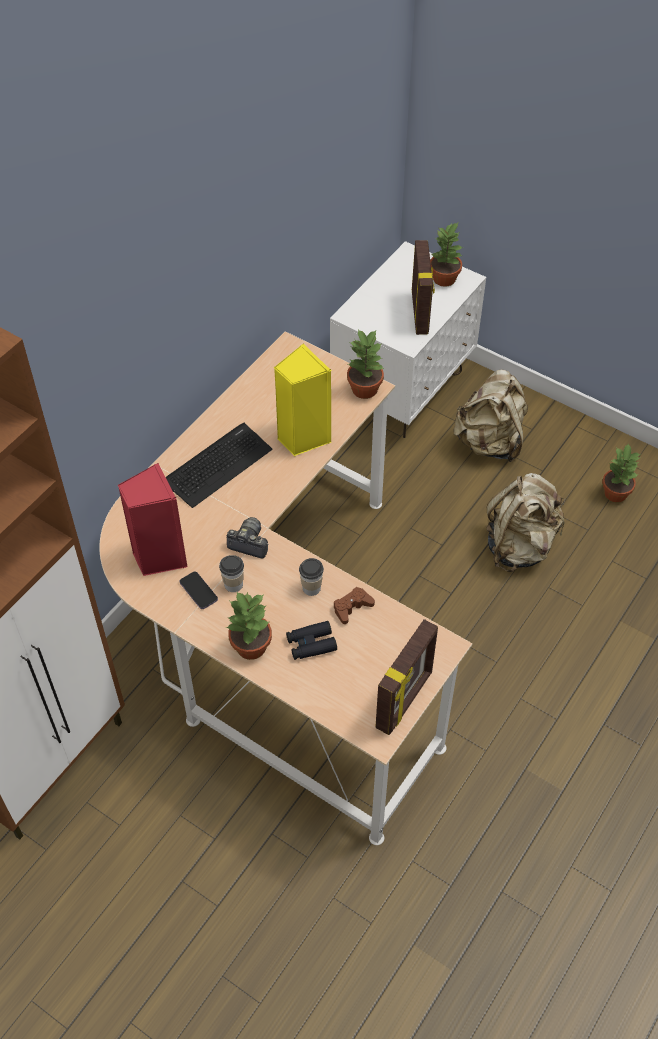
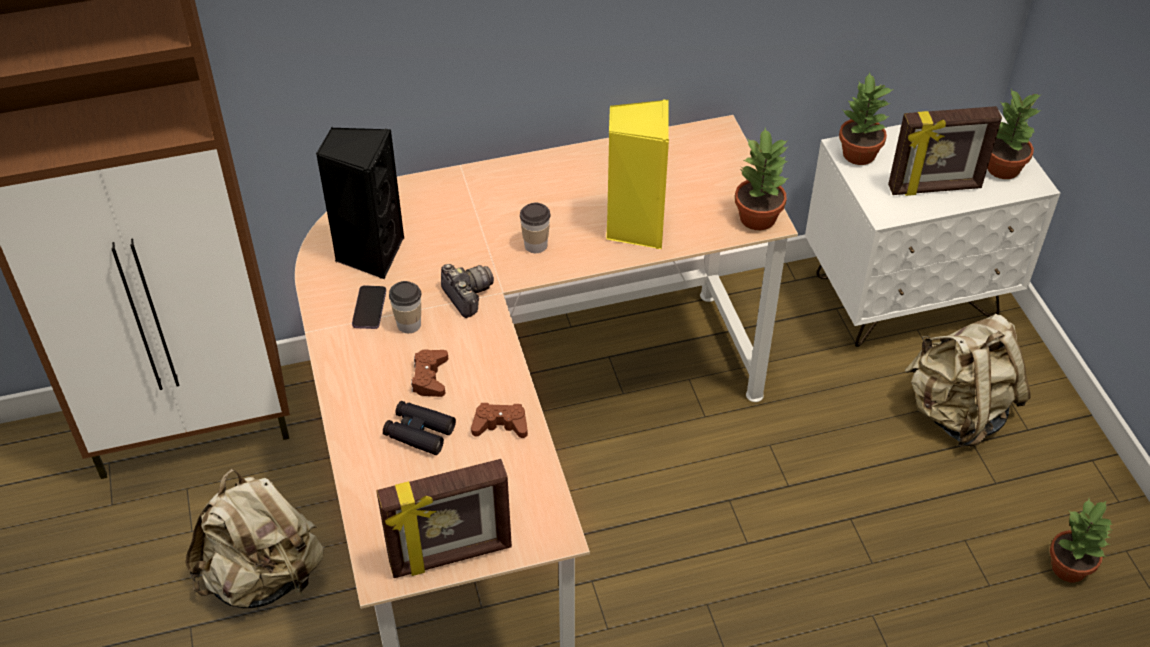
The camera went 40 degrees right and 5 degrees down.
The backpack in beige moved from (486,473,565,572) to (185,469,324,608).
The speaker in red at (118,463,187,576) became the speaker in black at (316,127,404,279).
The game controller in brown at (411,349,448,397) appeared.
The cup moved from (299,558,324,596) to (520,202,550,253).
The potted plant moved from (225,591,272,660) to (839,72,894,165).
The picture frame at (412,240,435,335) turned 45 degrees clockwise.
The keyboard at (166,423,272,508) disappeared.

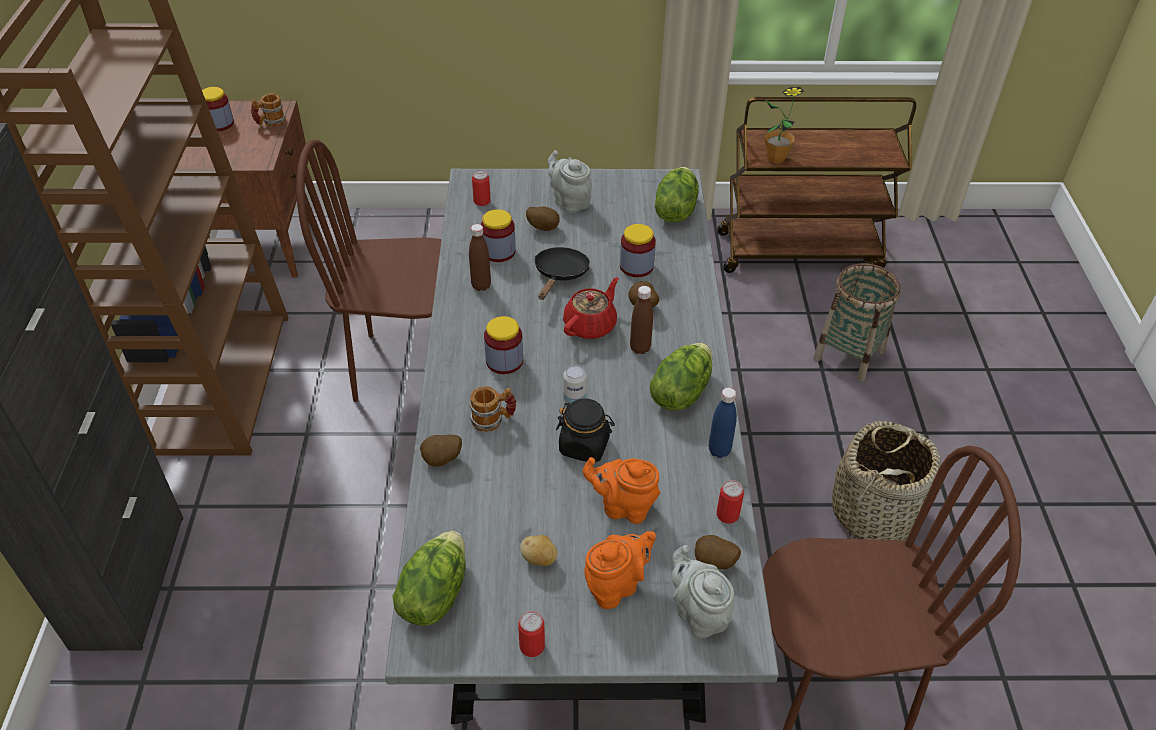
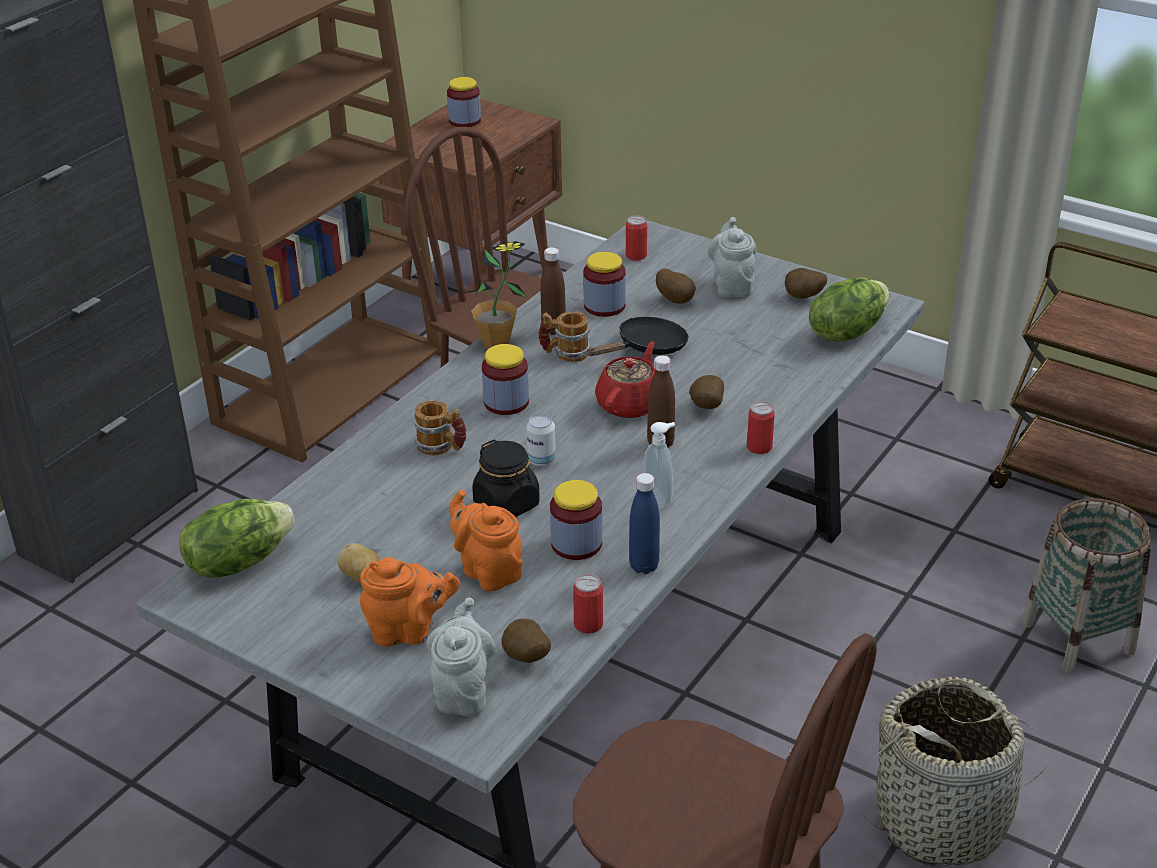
The camera went 35 degrees right and 10 degrees down.
The potted plant moved from (764,87,804,163) to (461,241,526,349).
The mug moved from (251,93,286,127) to (538,311,591,362).
The jar moved from (620,224,656,277) to (550,480,602,560).
The teapot in red at (563,277,619,339) turned 45 degrees counterclockwise.
The lettuce at (650,343,712,411) was replaced by the soap dispenser at (644,422,675,508).
The can moved from (518,611,545,657) to (747,401,775,454).
The potato moved from (420,435,462,467) to (785,268,827,299).

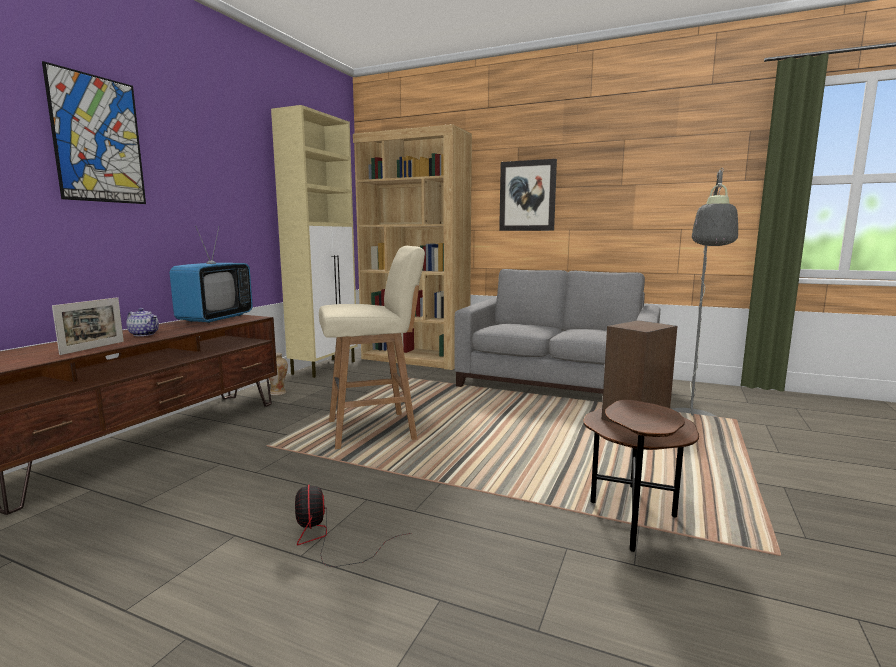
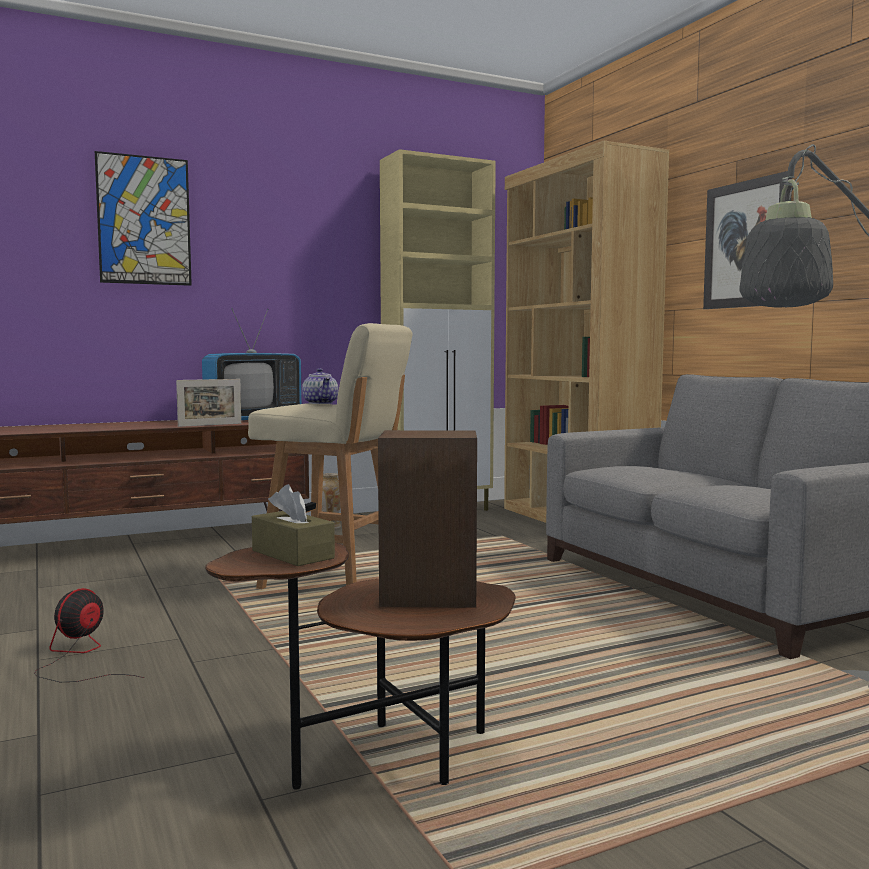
The camera went 40 degrees right and 5 degrees down.
The picture frame moved from (52,297,124,355) to (176,379,241,427).
The tissue box in brown at (252,484,335,566) appeared.
The teapot moved from (126,308,159,336) to (302,368,338,404).

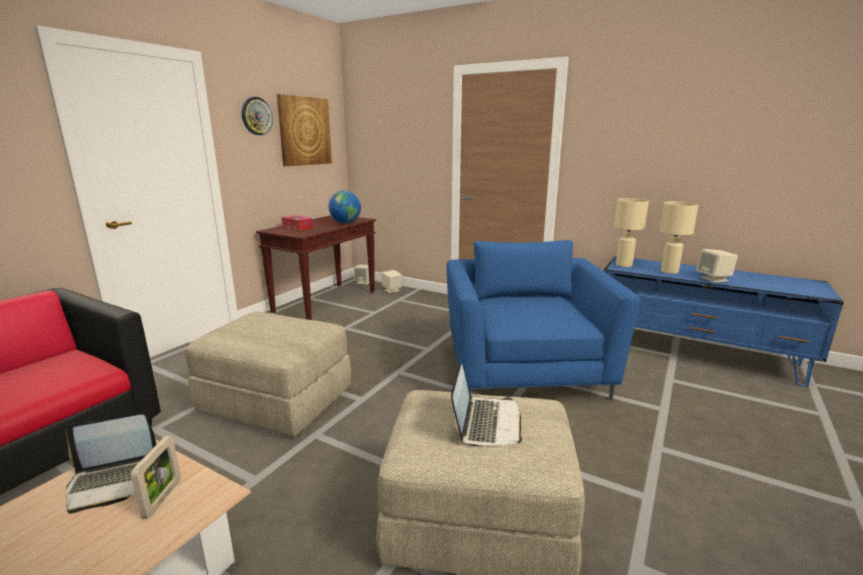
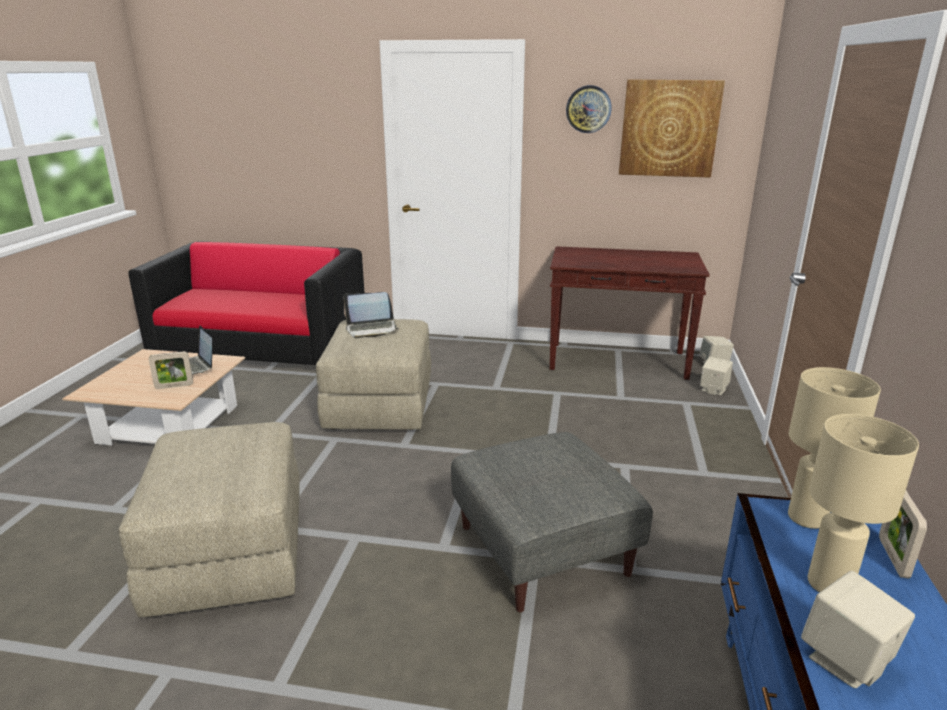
The camera went 70 degrees right and 5 degrees up.
The laptop moved from (451,364,522,447) to (344,292,399,338).
The armchair in blue at (446,240,640,401) was replaced by the ottoman in grey at (451,432,653,612).
The picture frame at (879,491,927,578) appeared.
The tissue box at (281,215,313,231) disappeared.
The globe at (329,191,361,223) disappeared.

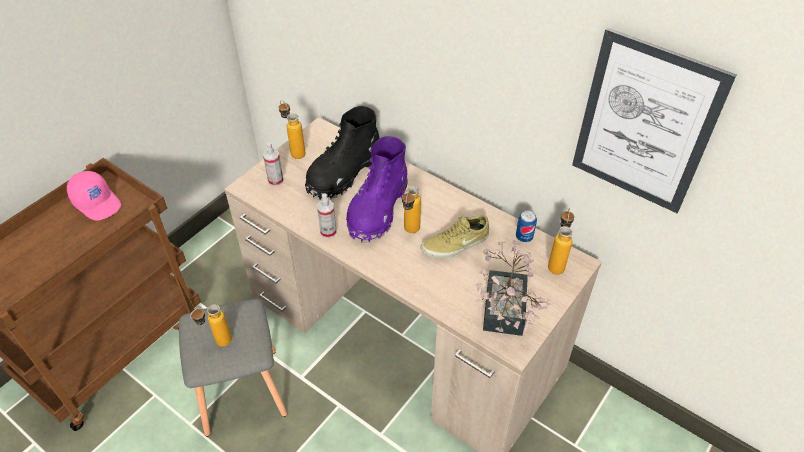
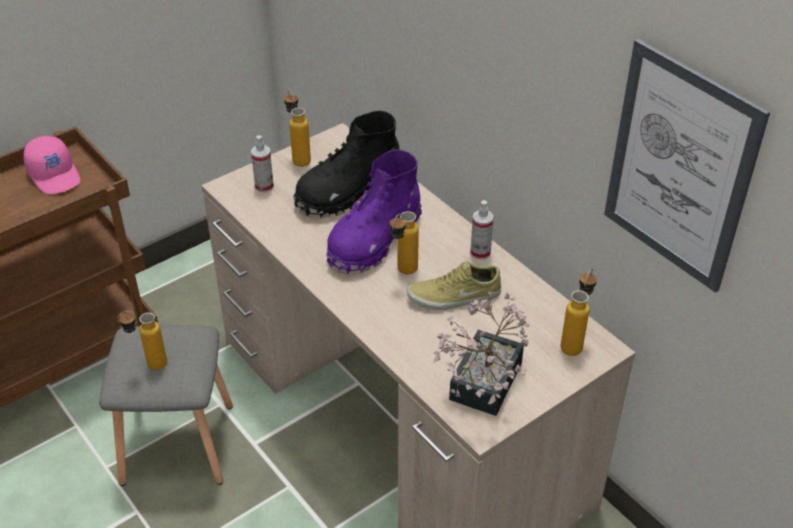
The camera went 15 degrees right and 5 degrees down.
The spray bottle moved from (317,193,336,238) to (470,200,494,260).
The can at (516,210,537,242) disappeared.

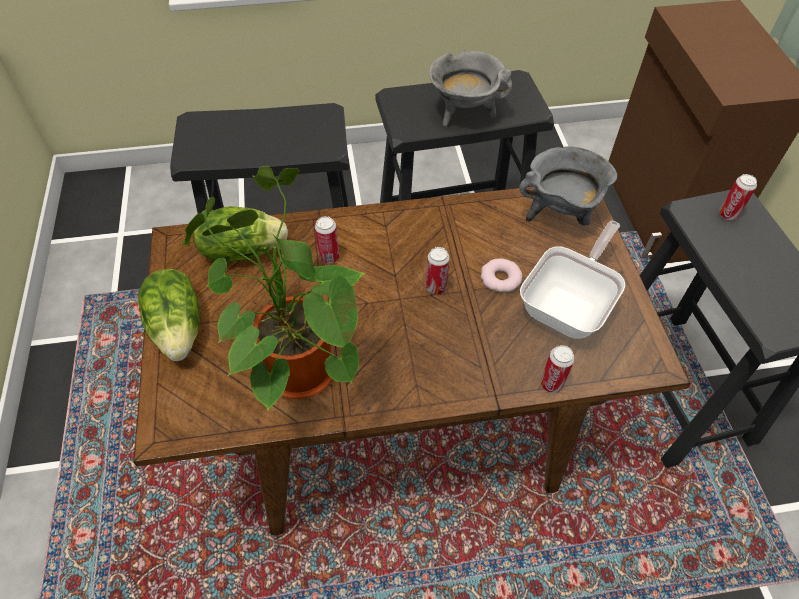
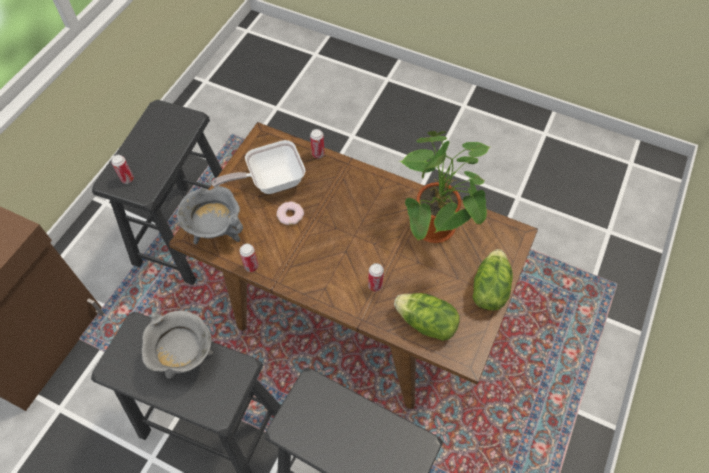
The camera went 145 degrees left and 5 degrees up.
The can moved from (426,247,450,295) to (239,244,258,272).

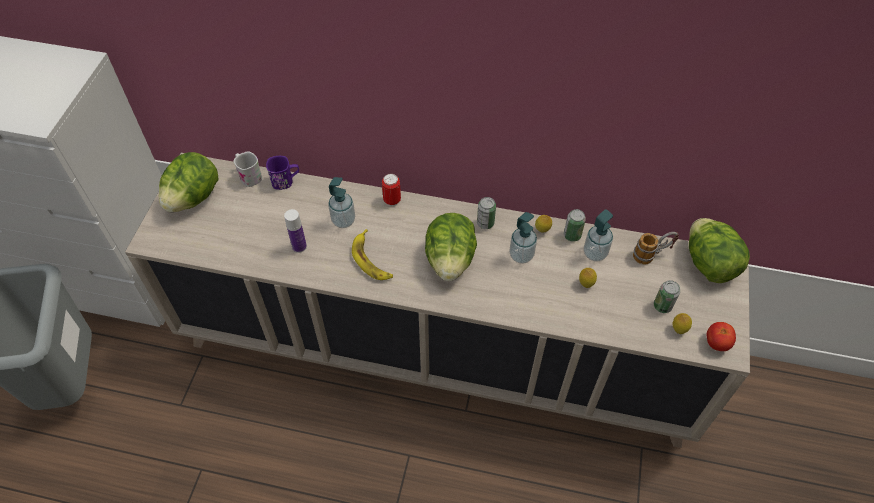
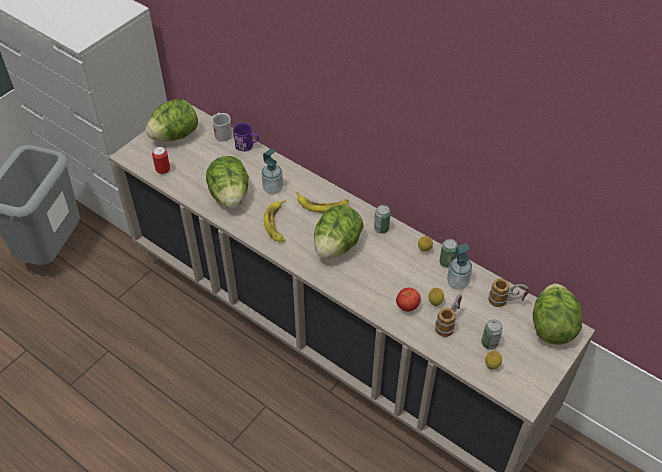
The camera went 25 degrees right and 5 degrees down.
The can moved from (382,174,401,206) to (152,147,170,175).
The bottle at (284,209,307,253) was replaced by the lettuce at (206,156,249,208).
The banana at (297,192,349,213) appeared.
The tomato moved from (707,322,736,351) to (396,287,421,312).
The mug at (435,294,462,337) appeared.
The soap dispenser at (509,212,537,264) disappeared.

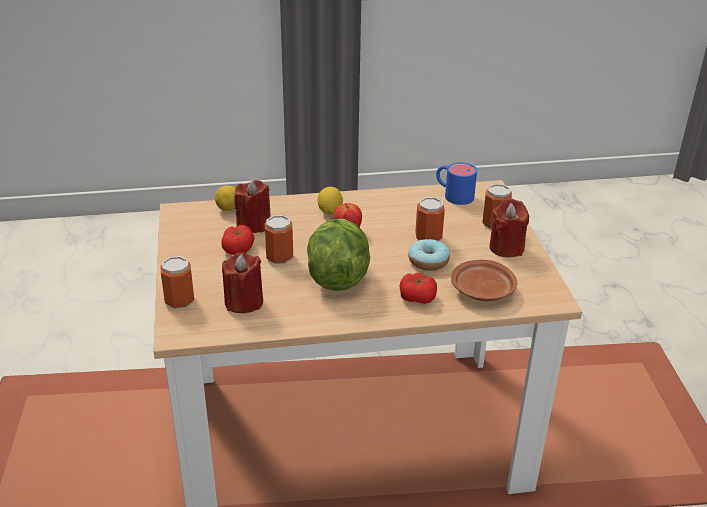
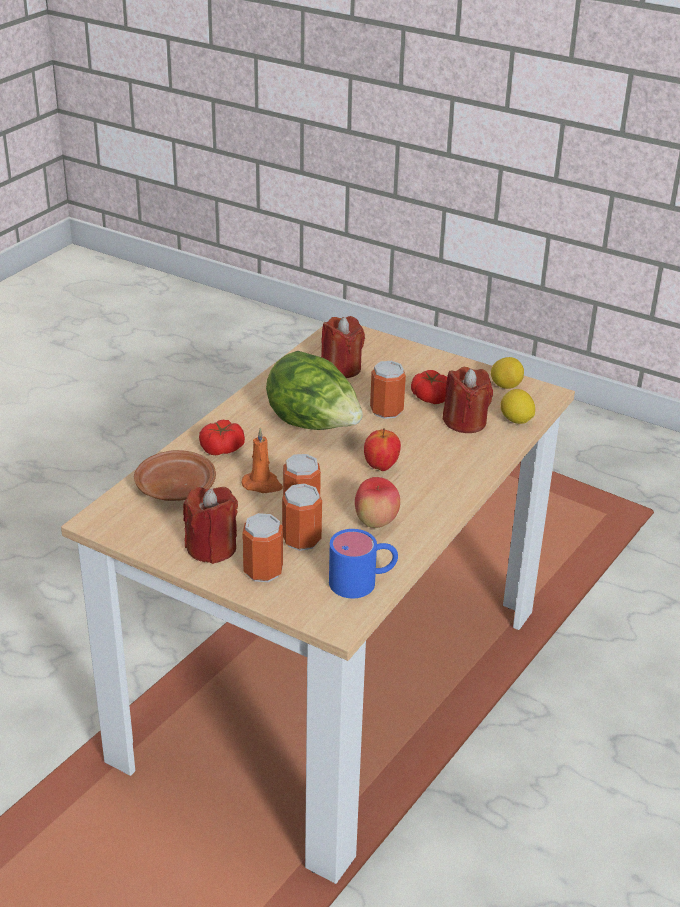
The camera went 130 degrees right and 0 degrees up.
The donut at (408,239,450,271) was replaced by the candle in orange at (242,428,283,493).
The can moved from (161,256,194,309) to (282,483,322,551).
The apple at (355,477,400,528) appeared.
The lemon moved from (318,187,343,215) to (491,357,524,389).

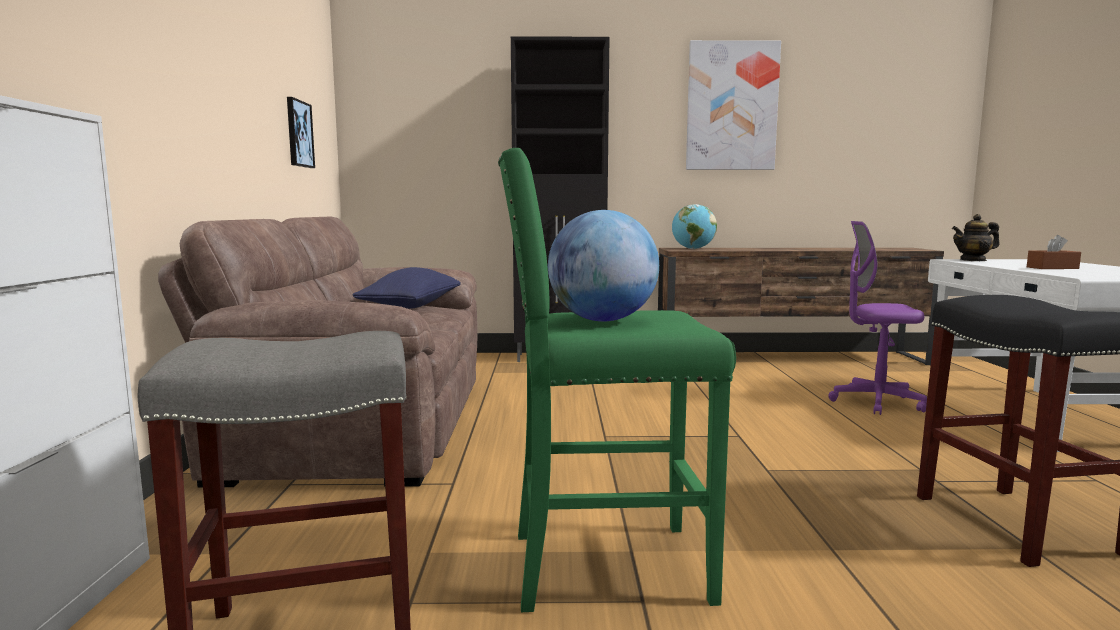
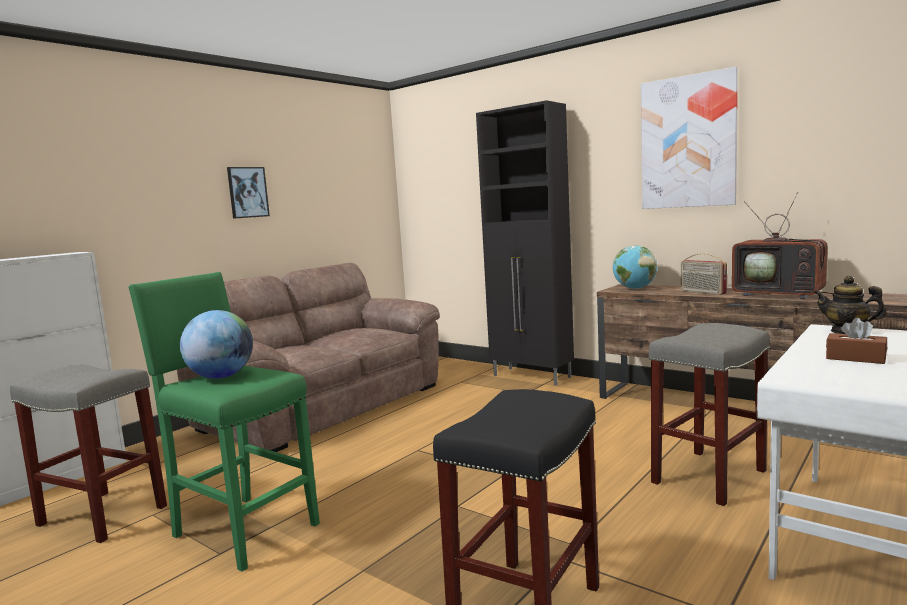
The camera went 40 degrees right and 0 degrees up.
The picture moved from (287,97,315,168) to (227,167,270,219).
The office chair in purple at (828,221,927,415) was replaced by the stool in grey at (649,323,770,506).
The radio at (681,253,727,295) appeared.
The television at (732,192,833,299) appeared.
The pillow in blue at (352,267,461,309) disappeared.

